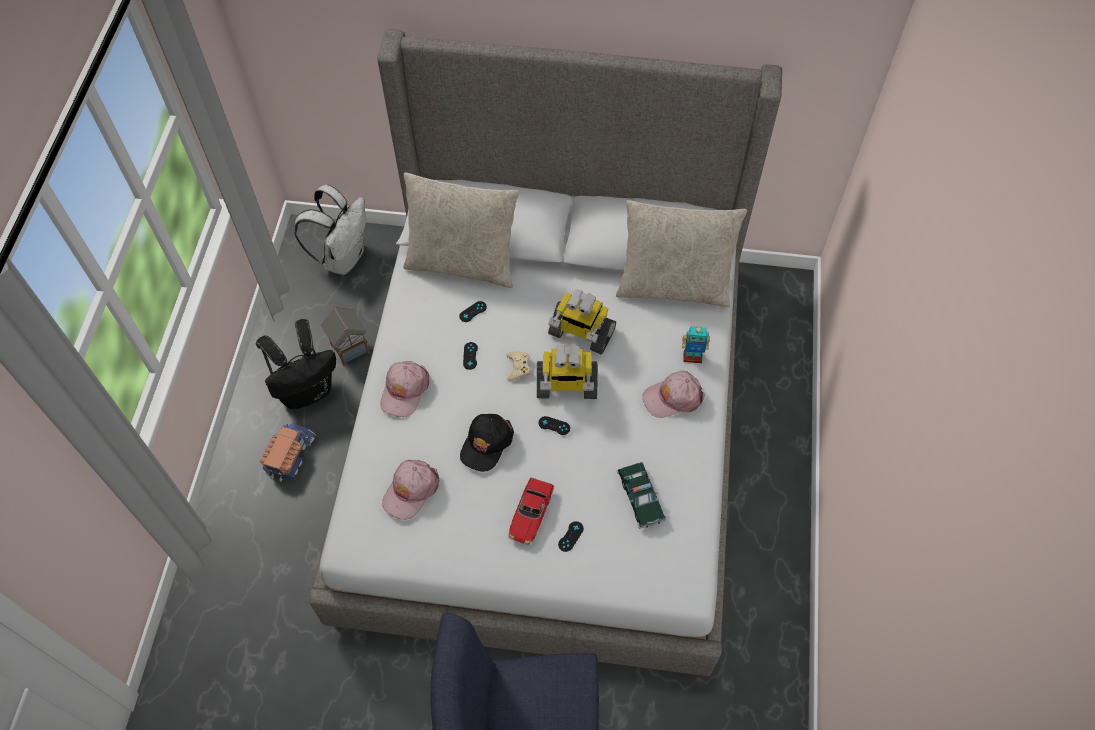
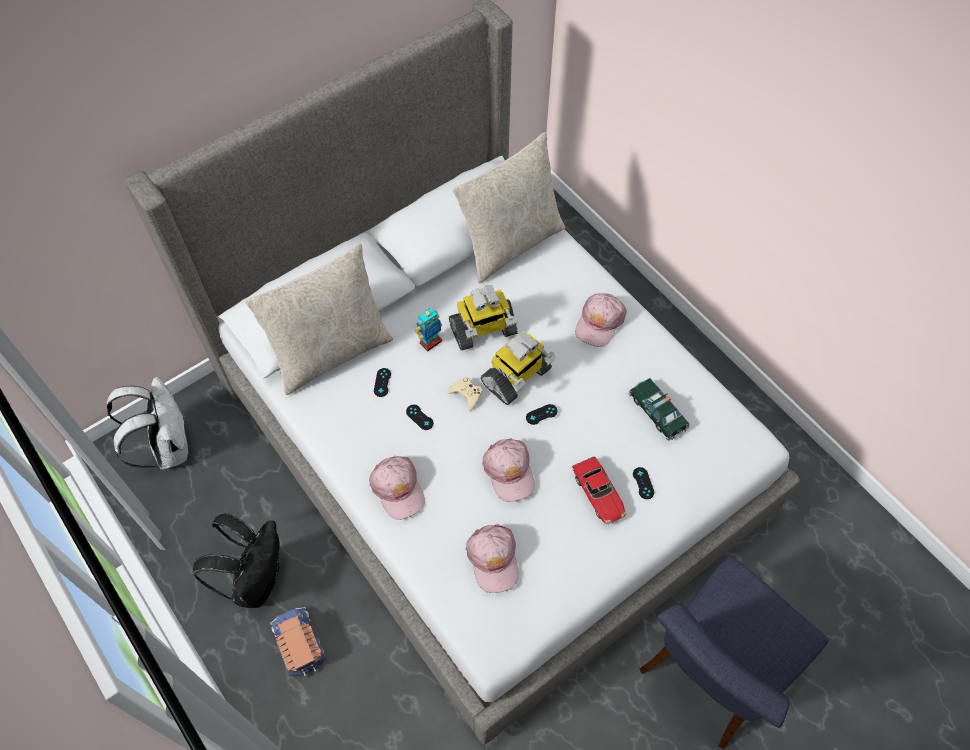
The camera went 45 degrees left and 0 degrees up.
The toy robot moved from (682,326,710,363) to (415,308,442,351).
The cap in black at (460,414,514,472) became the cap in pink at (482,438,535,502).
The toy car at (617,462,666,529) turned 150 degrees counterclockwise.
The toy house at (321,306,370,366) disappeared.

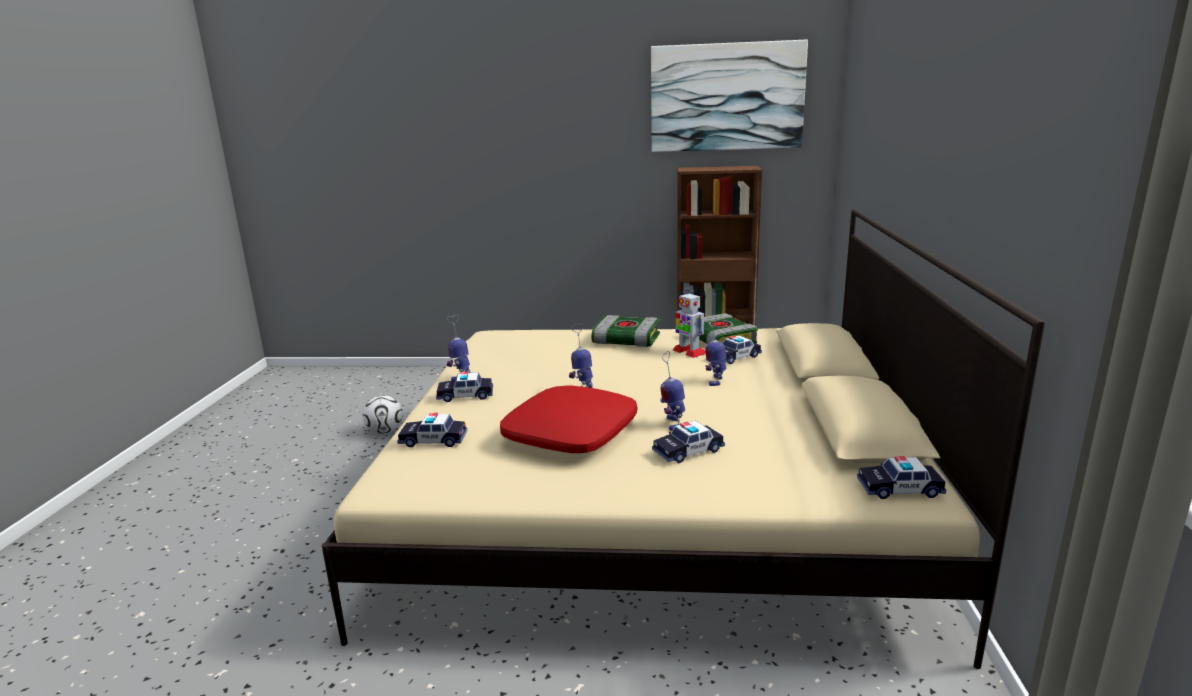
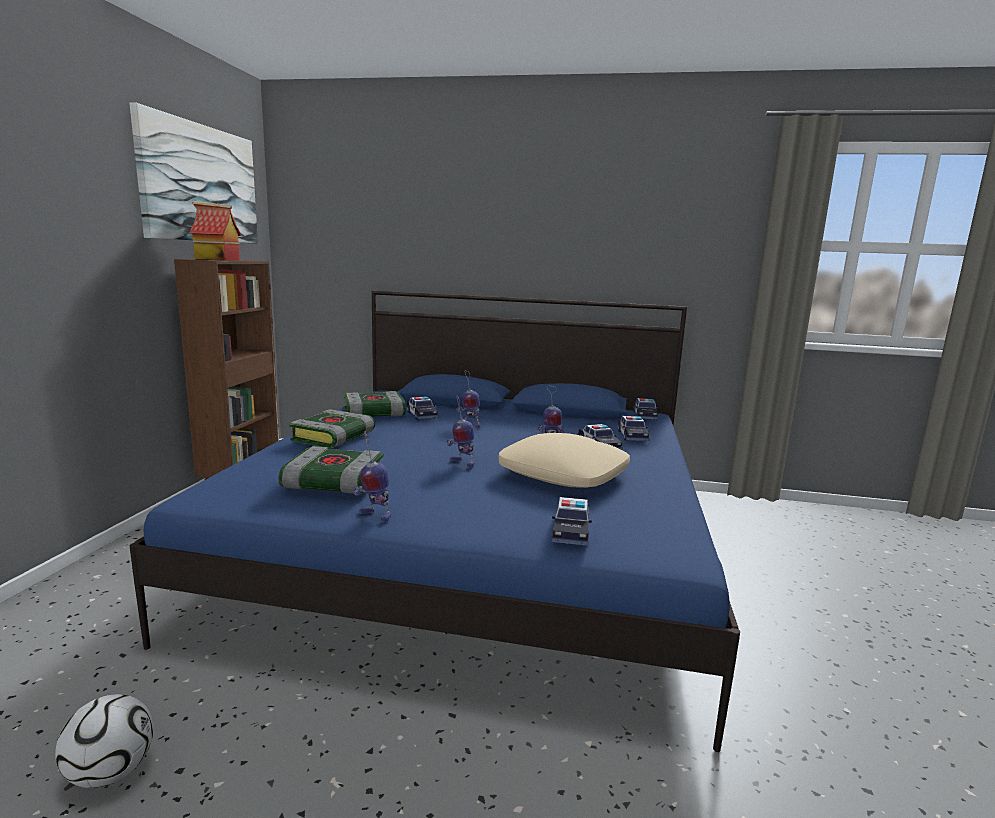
The camera went 85 degrees left and 5 degrees down.
The bed in beige at (322,209,1045,669) became the bed in blue at (129,291,740,752).
The toy house at (190,201,241,261) appeared.
The book at (278,446,384,494) appeared.
The pillow in red at (500,385,637,453) became the pillow in beige at (498,433,630,488).
The toy car moved from (436,372,493,402) to (617,416,649,441).
The toy robot at (673,292,706,358) disappeared.

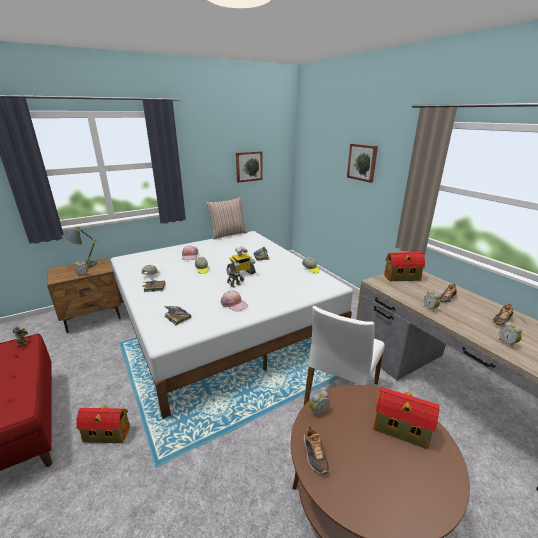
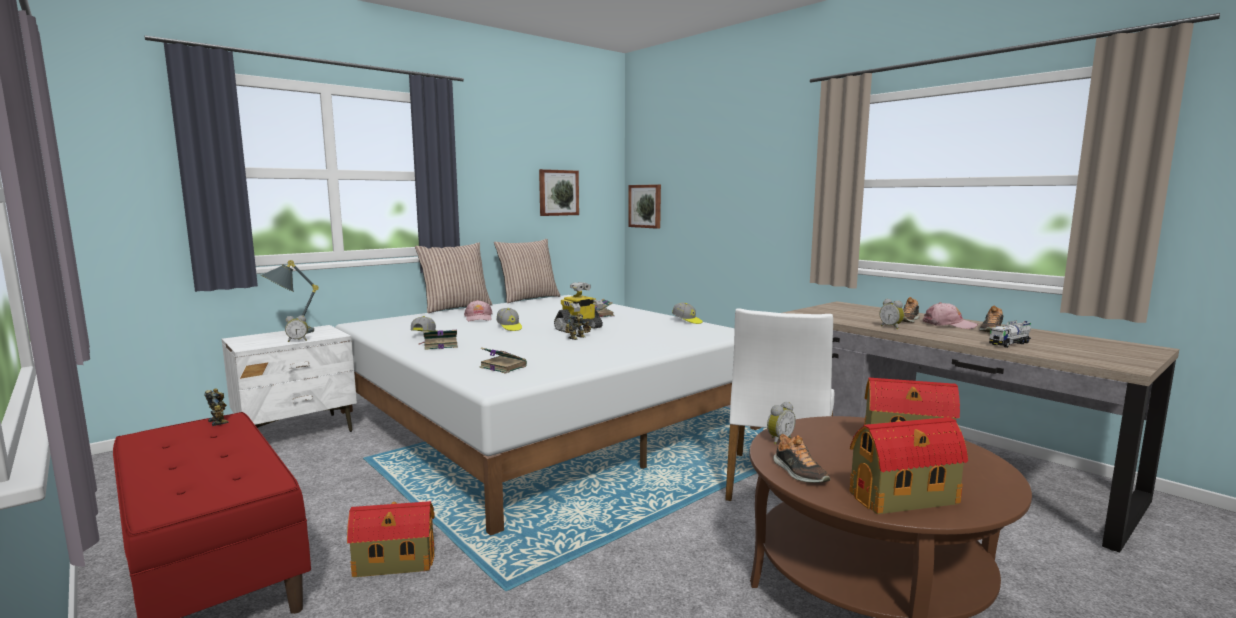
The camera went 10 degrees left and 15 degrees down.
The nightstand in brown at (47,258,121,333) became the nightstand in white at (222,325,357,432).
The pillow at (415,242,492,313) appeared.
The picture moved from (347,143,378,183) to (628,184,661,229).
The toy house moved from (384,252,425,281) to (850,417,968,514).
The cap in pink moved from (221,290,248,312) to (923,302,978,329).
The alarm clock at (499,322,522,348) was replaced by the toy truck at (989,320,1031,348).

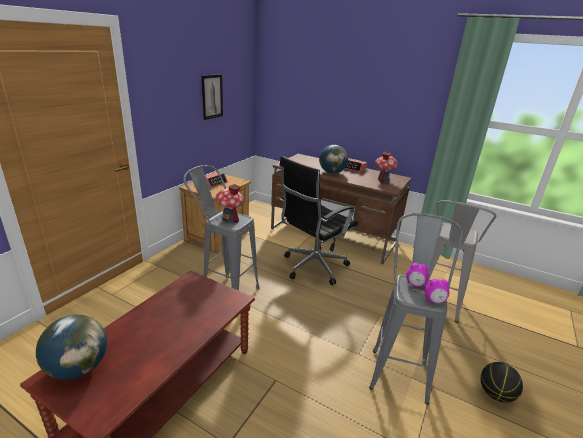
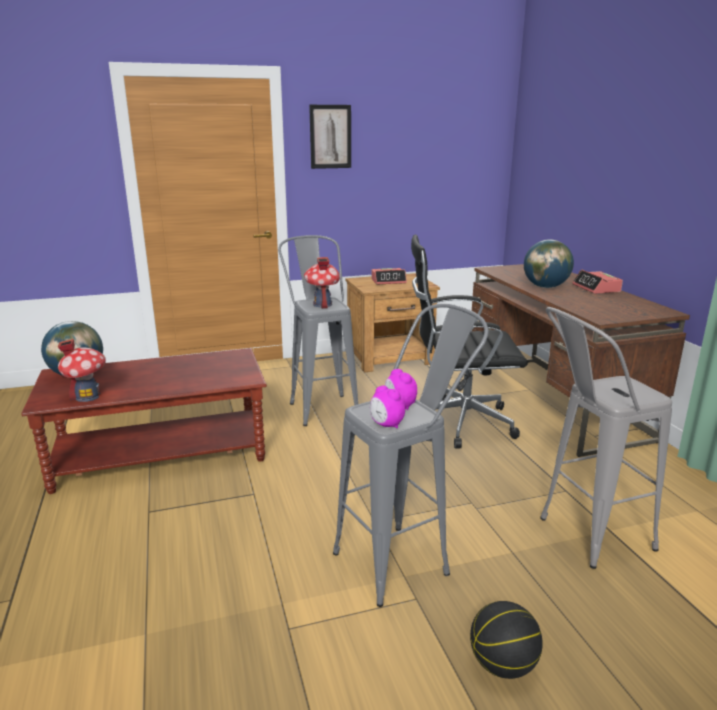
The camera went 45 degrees right and 5 degrees down.
The toy house moved from (375,152,398,183) to (57,339,106,402).
The picture moved from (202,74,223,120) to (309,105,351,169).

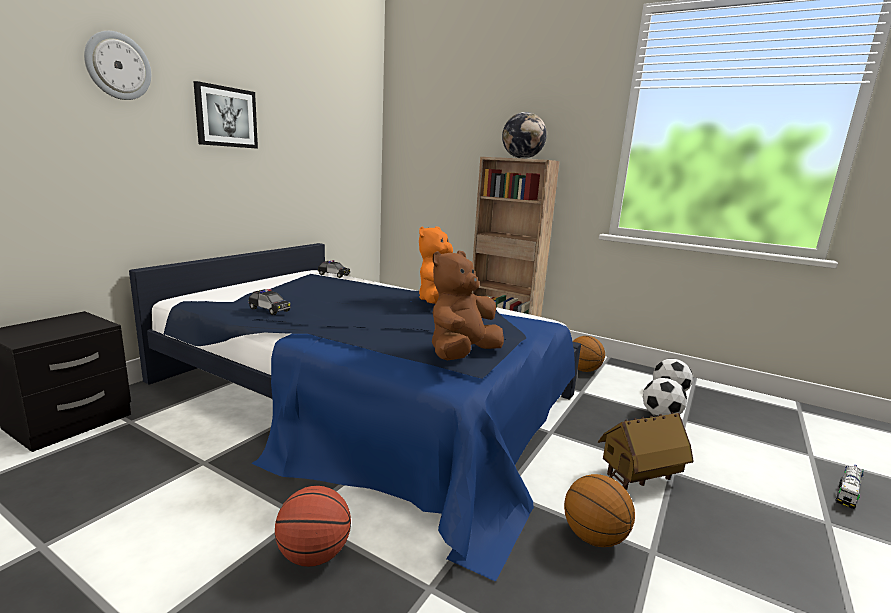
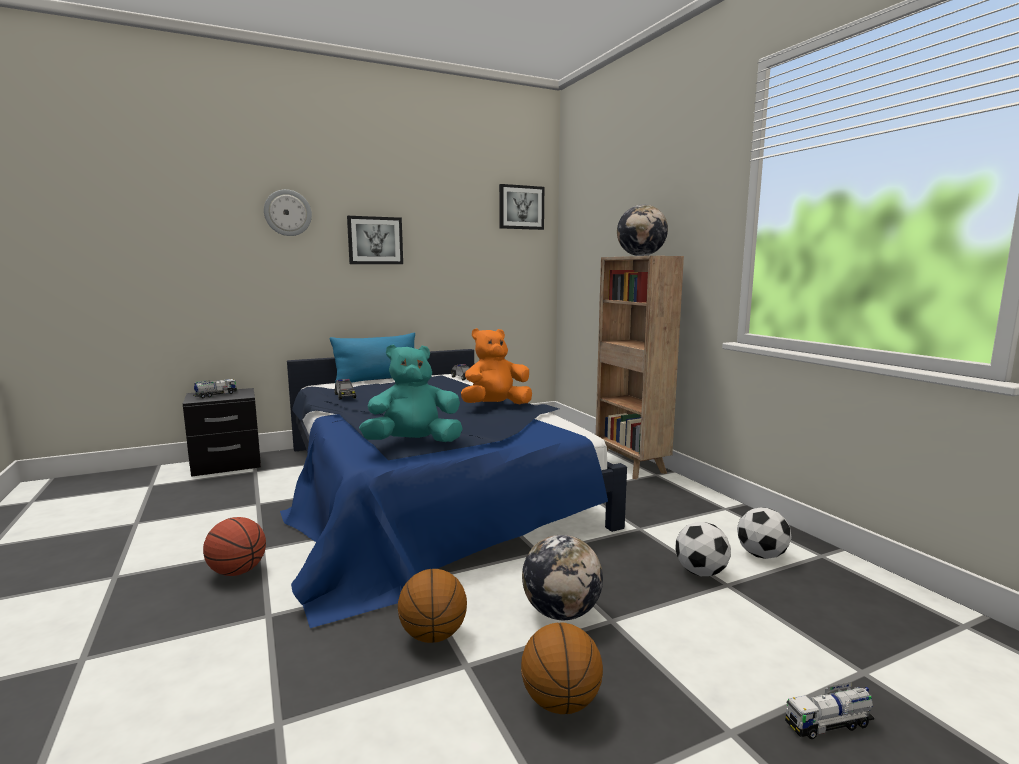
The camera went 35 degrees right and 5 degrees down.
The toy truck at (193,379,237,398) appeared.
The pillow in blue at (330,333,415,383) appeared.
The plush toy in brown at (432,250,504,360) became the plush toy in turquoise at (359,345,463,442).
The picture at (499,184,544,230) appeared.
The basketball moved from (572,336,605,372) to (521,622,603,714).
The toy house at (598,412,694,490) was replaced by the globe at (522,535,603,620).

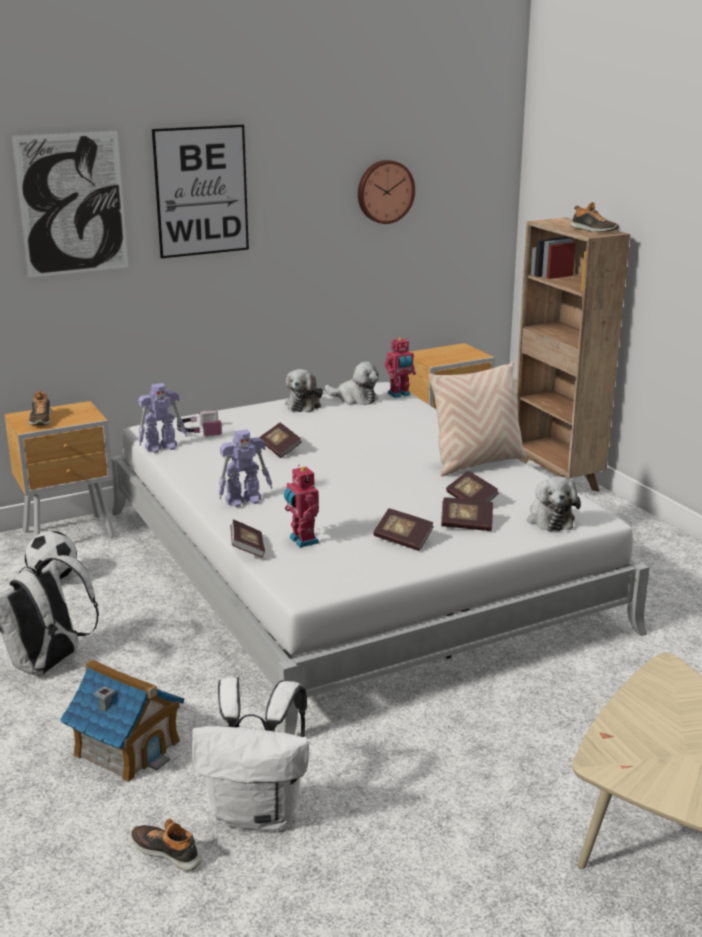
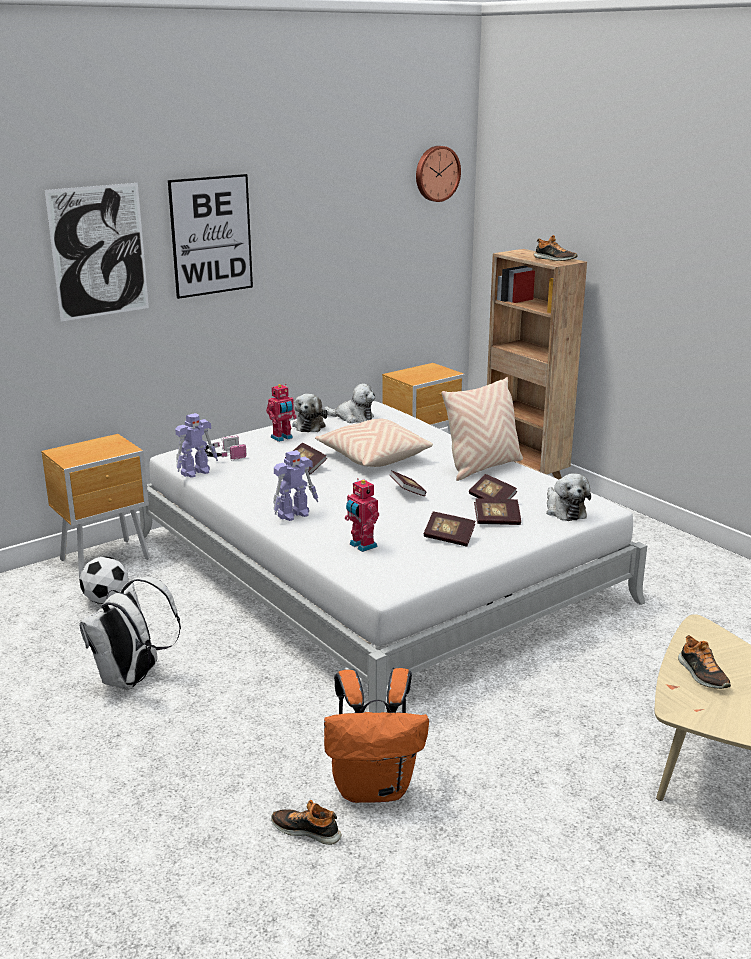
The camera went 10 degrees left and 0 degrees up.
The toy robot moved from (385,337,416,398) to (266,384,297,442).
The pillow in beige at (315,419,433,467) appeared.
The backpack in white at (192,677,309,831) became the backpack in orange at (324,668,429,803).
The book moved from (230,520,265,557) to (389,470,426,496).
The wall clock moved from (358,160,415,224) to (416,146,461,202).
The shoe moved from (29,391,52,425) to (678,635,731,689).
The toy house at (60,659,185,782) disappeared.

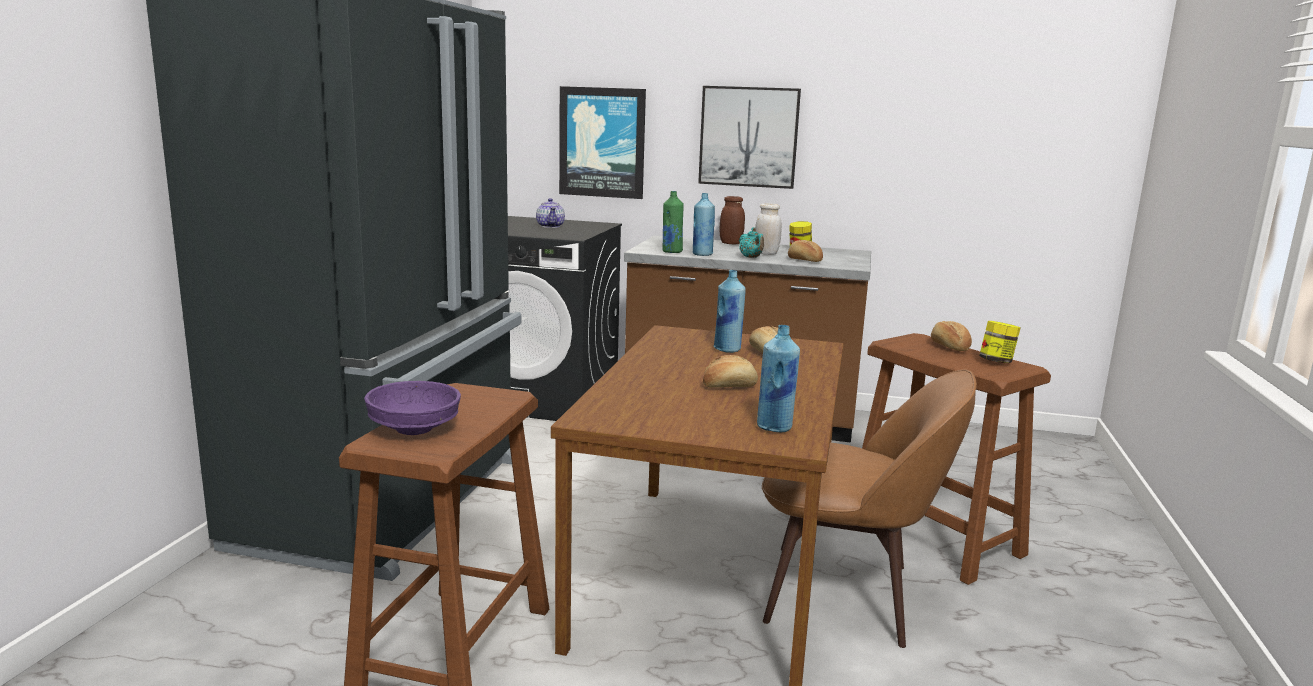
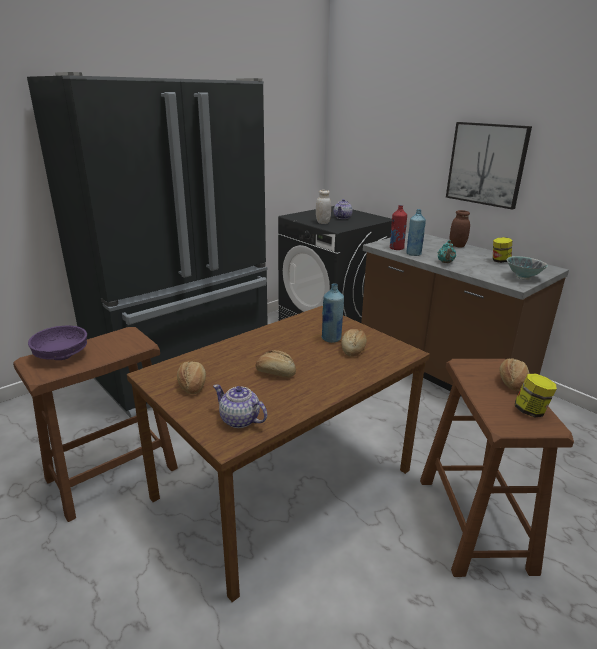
The camera went 35 degrees right and 10 degrees up.
The bread moved from (788,240,823,262) to (177,361,206,394).
The bottle in blue at (757,325,800,432) was replaced by the teapot at (213,384,267,428).
The jar in white moved from (755,203,782,255) to (316,190,331,224).
The bottle in green at (663,191,684,253) became the bottle in red at (390,205,407,250).
The bowl at (507,256,548,280) appeared.
The picture at (559,86,646,199) disappeared.
The chair in brown at (762,370,977,648) disappeared.

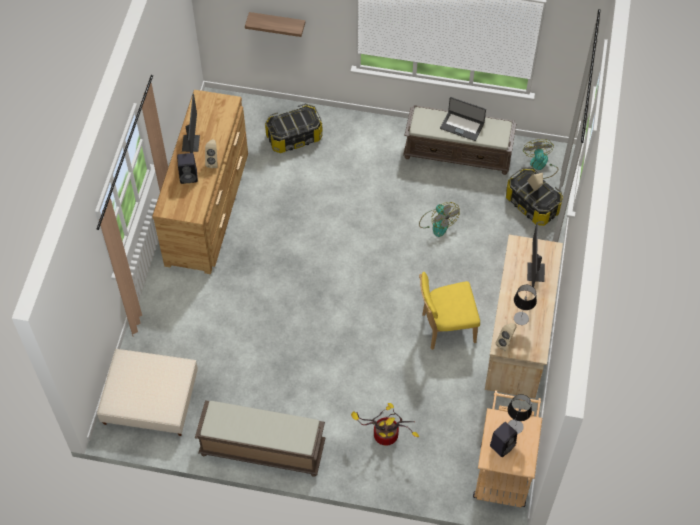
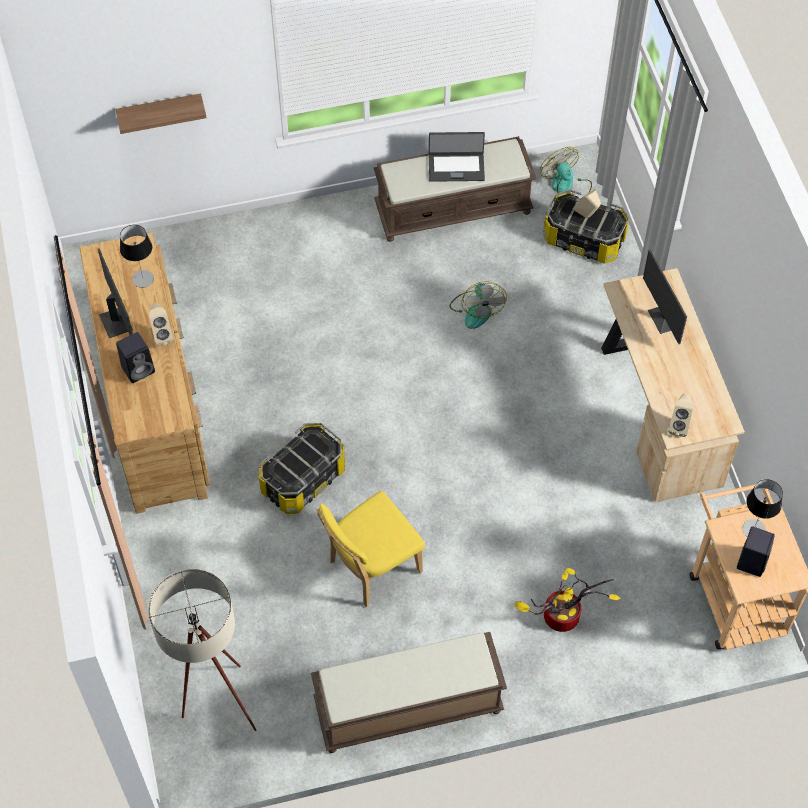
The camera went 25 degrees left and 0 degrees up.
The table lamp moved from (514,285,537,325) to (120,225,154,288).
The ottoman in beige at (97,349,198,436) was replaced by the floor lamp in beige at (148,569,256,731).
The storage box moved from (265,103,323,153) to (259,423,345,514).
The chair in yellow moved from (419,272,480,350) to (316,491,425,607).
The fan at (419,202,460,237) turned 45 degrees clockwise.

